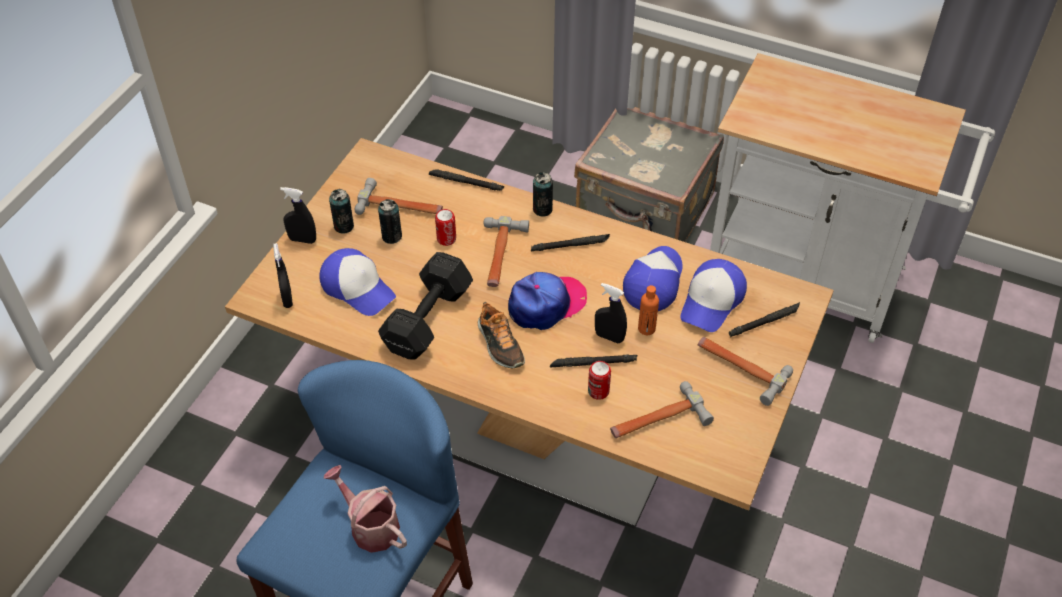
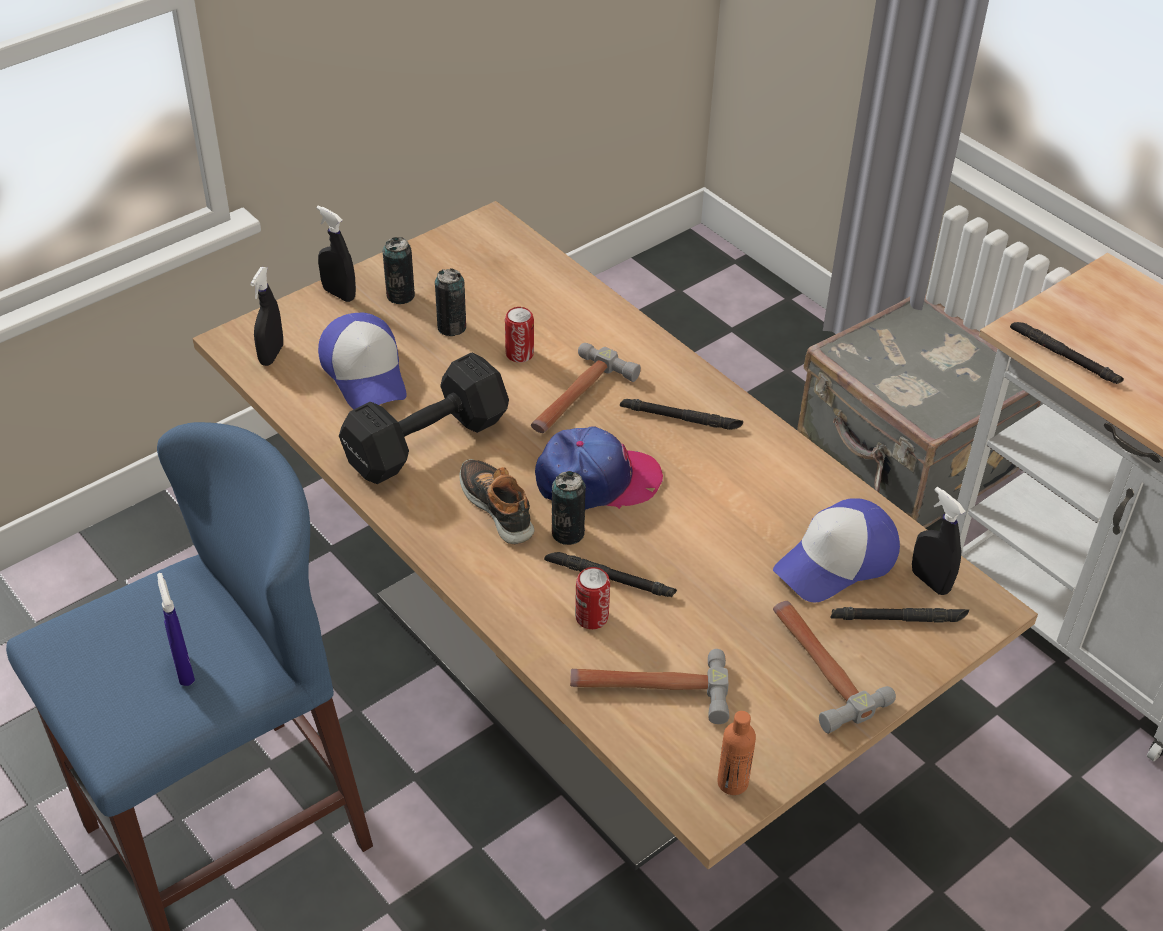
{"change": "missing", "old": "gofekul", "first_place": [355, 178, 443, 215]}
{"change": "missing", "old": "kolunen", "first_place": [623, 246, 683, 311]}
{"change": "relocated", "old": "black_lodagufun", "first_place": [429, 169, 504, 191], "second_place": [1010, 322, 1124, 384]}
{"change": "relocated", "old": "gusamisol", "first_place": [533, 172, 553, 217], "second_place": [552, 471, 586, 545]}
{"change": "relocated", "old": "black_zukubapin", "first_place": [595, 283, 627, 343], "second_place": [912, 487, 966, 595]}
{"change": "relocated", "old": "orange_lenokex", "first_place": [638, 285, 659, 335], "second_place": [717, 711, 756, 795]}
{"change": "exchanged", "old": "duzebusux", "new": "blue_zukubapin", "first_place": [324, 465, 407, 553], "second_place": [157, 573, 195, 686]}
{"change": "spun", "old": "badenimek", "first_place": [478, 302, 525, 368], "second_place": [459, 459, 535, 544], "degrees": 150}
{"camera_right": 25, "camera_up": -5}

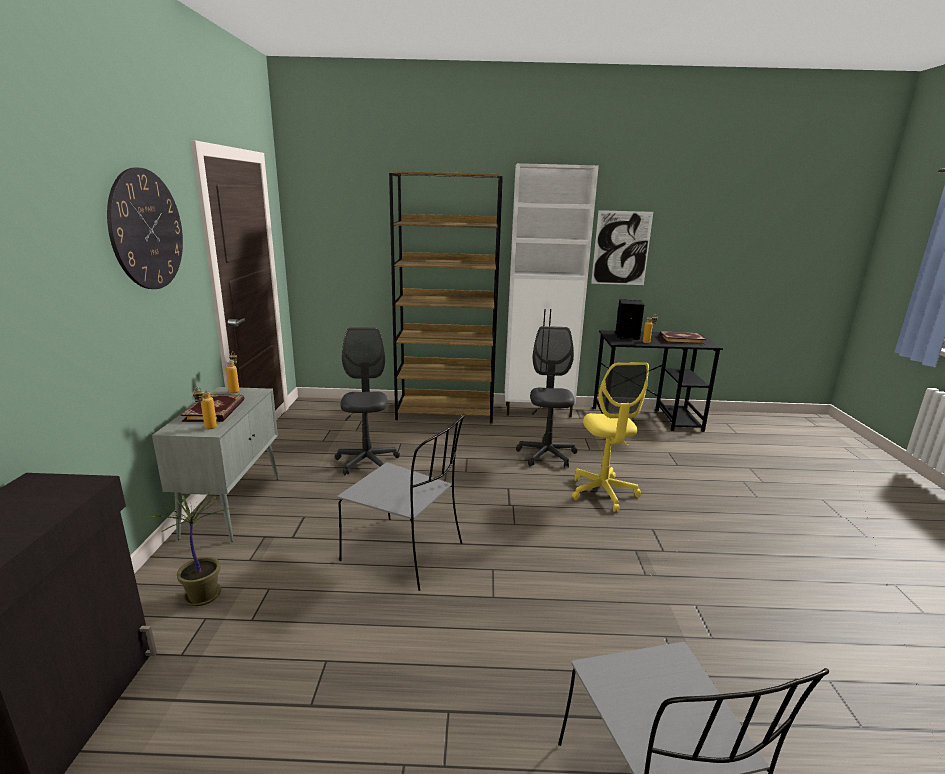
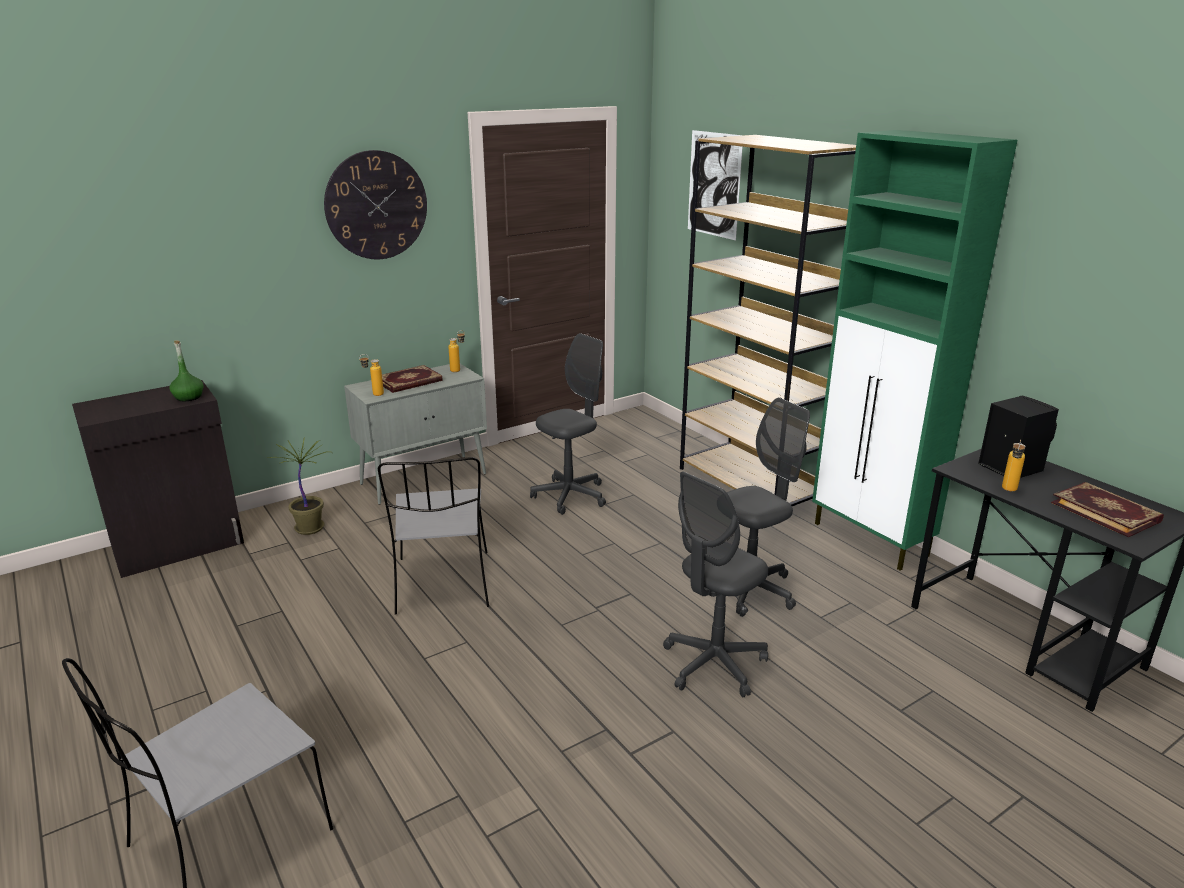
{"change": "appeared", "new": "green_lenokex", "second_place": [169, 341, 204, 401]}
{"change": "relocated", "old": "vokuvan", "first_place": [591, 210, 653, 285], "second_place": [688, 130, 743, 240]}
{"change": "colour", "old": "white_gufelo", "new": "green_gufelo", "first_place": [505, 163, 599, 418], "second_place": [812, 130, 1017, 570]}
{"change": "colour", "old": "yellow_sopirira", "new": "grey_sopirira", "first_place": [572, 362, 649, 512], "second_place": [663, 472, 768, 697]}
{"camera_right": 55, "camera_up": 5}

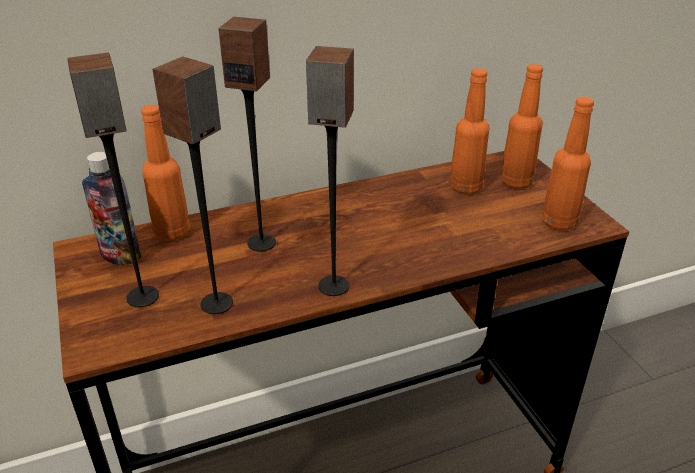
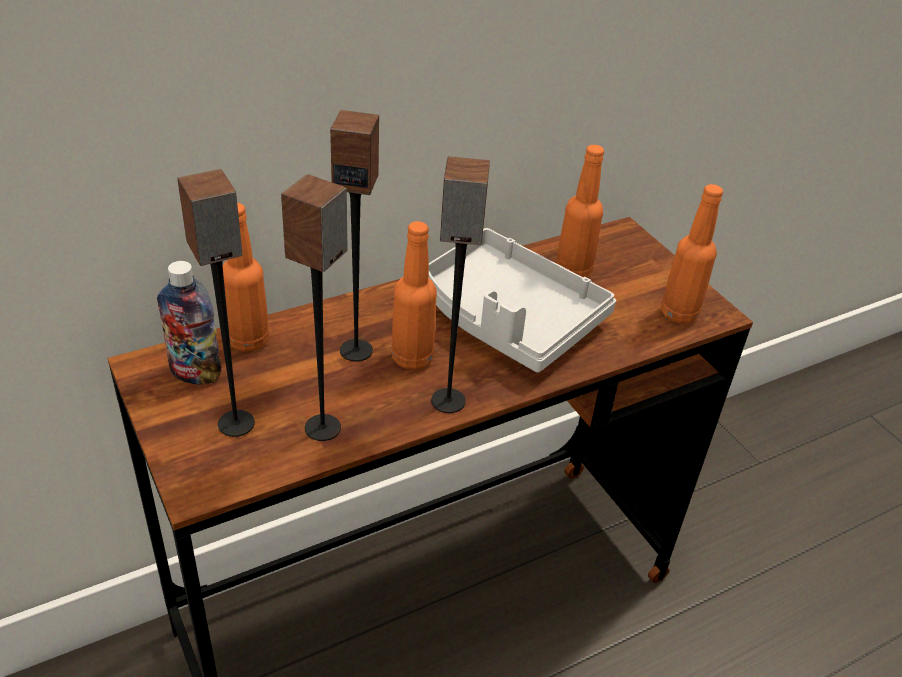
{"change": "appeared", "new": "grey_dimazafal", "second_place": [428, 228, 616, 372]}
{"change": "relocated", "old": "orange_lenokex", "first_place": [501, 64, 543, 189], "second_place": [392, 221, 437, 370]}
{"camera_right": -10, "camera_up": 5}

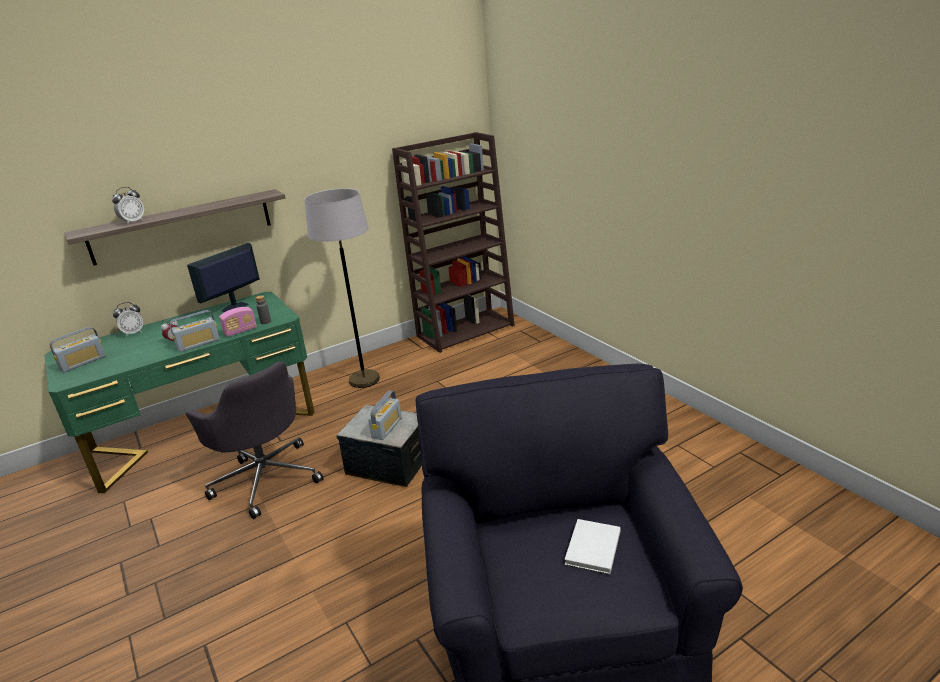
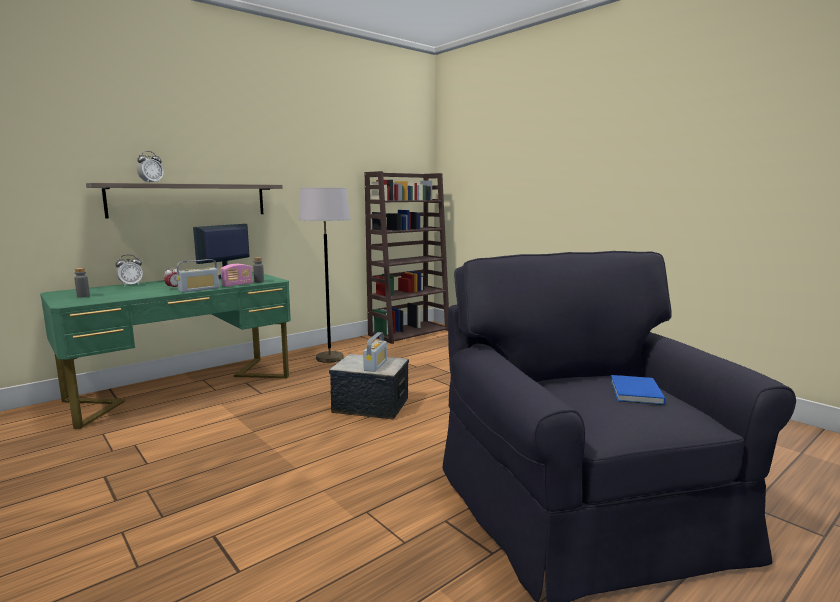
{"change": "missing", "old": "grey_sopirira", "first_place": [185, 362, 324, 519]}
{"change": "exchanged", "old": "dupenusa", "new": "grey_lenokex", "first_place": [49, 327, 106, 373], "second_place": [74, 268, 90, 298]}
{"change": "colour", "old": "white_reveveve", "new": "blue_reveveve", "first_place": [565, 519, 620, 574], "second_place": [610, 375, 665, 405]}
{"camera_right": -10, "camera_up": -15}

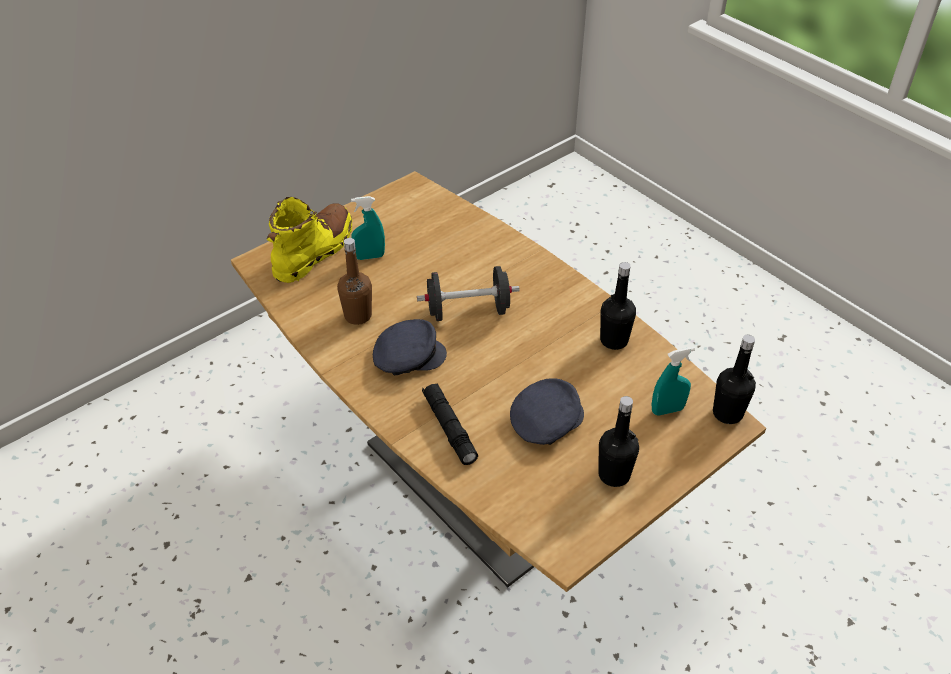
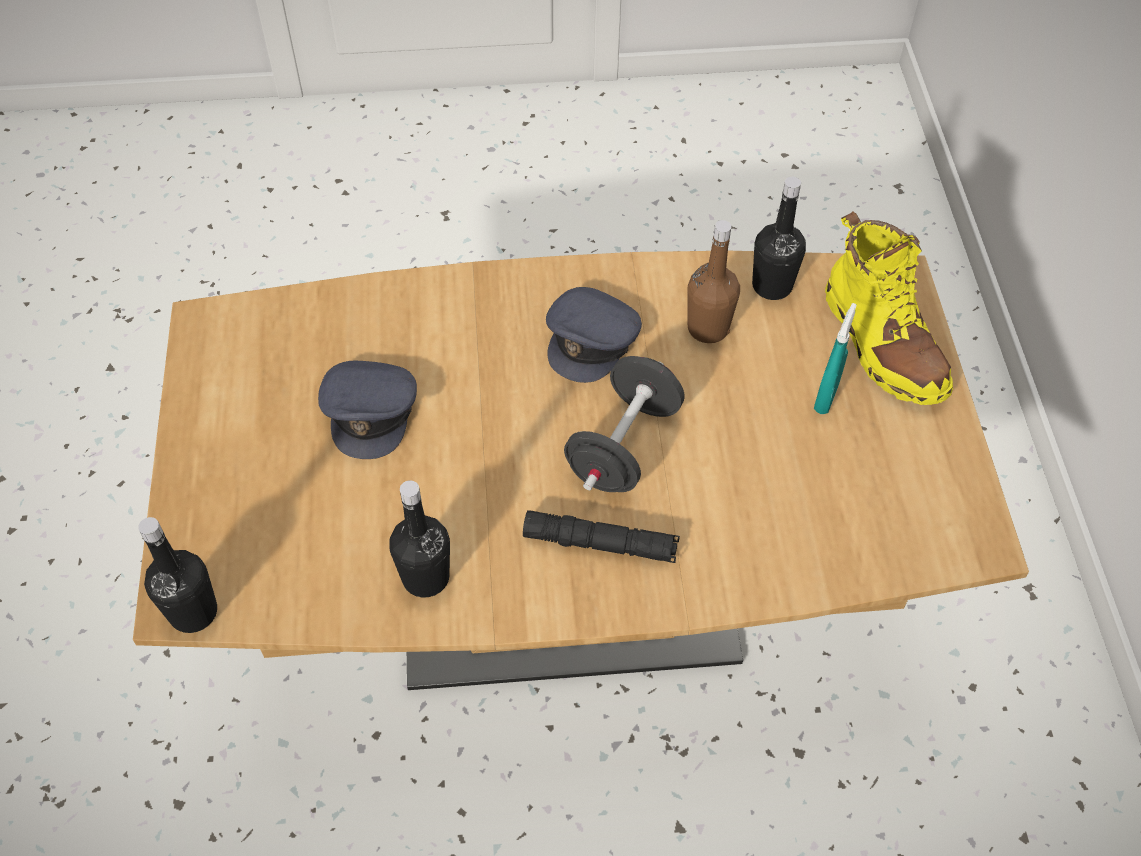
{"change": "missing", "old": "turquoise_zukubapin", "first_place": [651, 347, 695, 416]}
{"change": "relocated", "old": "black_lodagufun", "first_place": [422, 383, 478, 465], "second_place": [523, 510, 680, 563]}
{"change": "relocated", "old": "black_lenokex", "first_place": [598, 396, 639, 487], "second_place": [752, 177, 806, 300]}
{"camera_right": 125, "camera_up": 10}

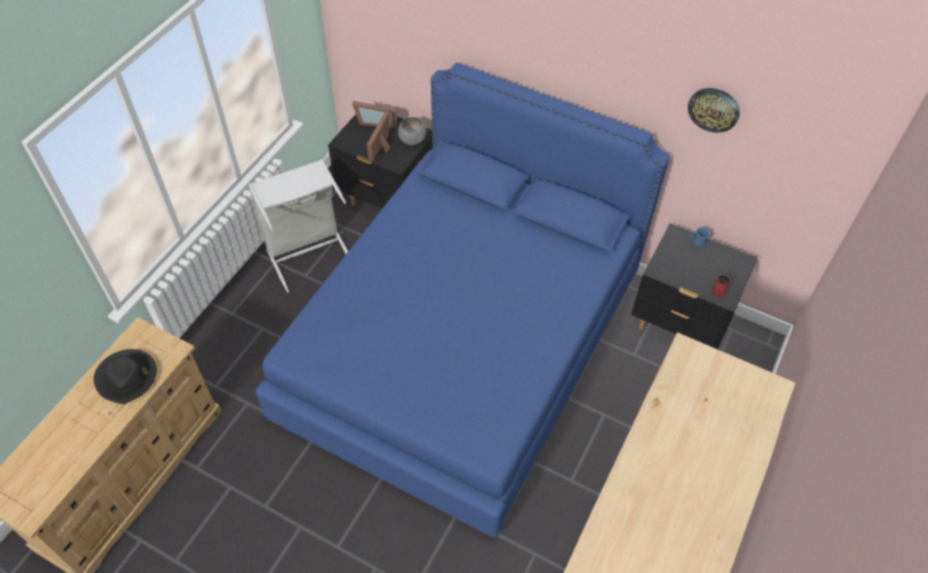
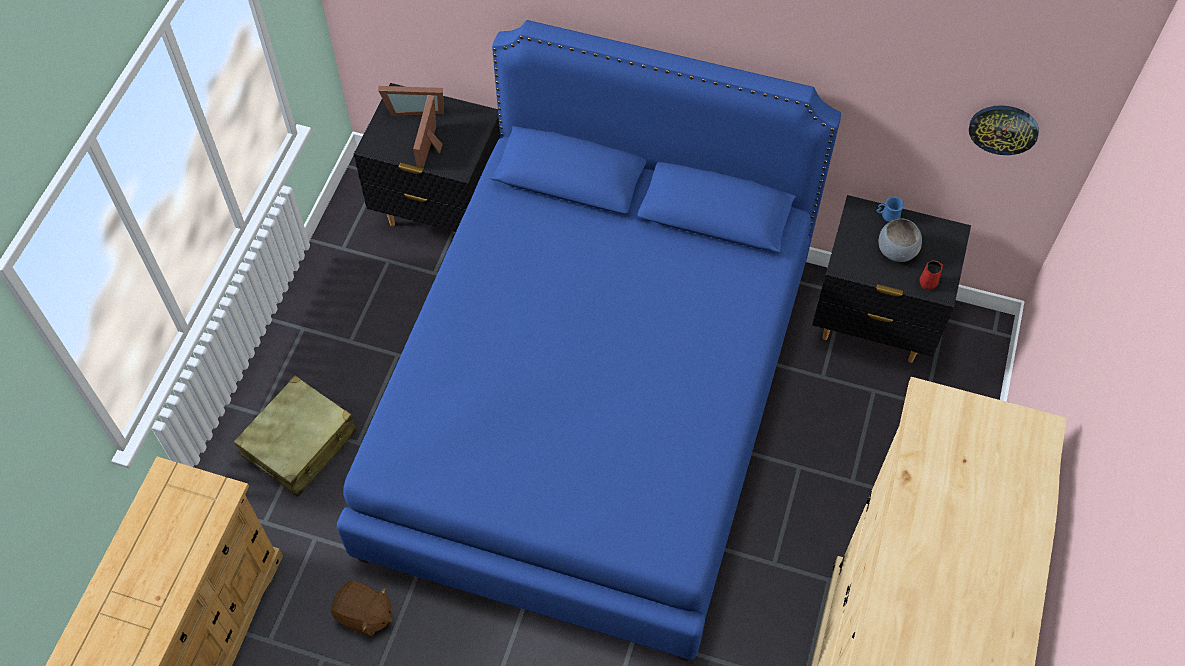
{"change": "missing", "old": "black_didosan", "first_place": [94, 349, 157, 404]}
{"change": "missing", "old": "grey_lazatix", "first_place": [249, 159, 348, 293]}
{"change": "appeared", "new": "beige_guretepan", "second_place": [234, 375, 357, 497]}
{"change": "appeared", "new": "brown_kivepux", "second_place": [331, 581, 392, 637]}
{"change": "relocated", "old": "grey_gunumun", "first_place": [398, 117, 426, 145], "second_place": [879, 218, 922, 262]}
{"change": "relocated", "old": "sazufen", "first_place": [688, 88, 740, 133], "second_place": [969, 105, 1039, 155]}
{"camera_right": -10, "camera_up": 5}

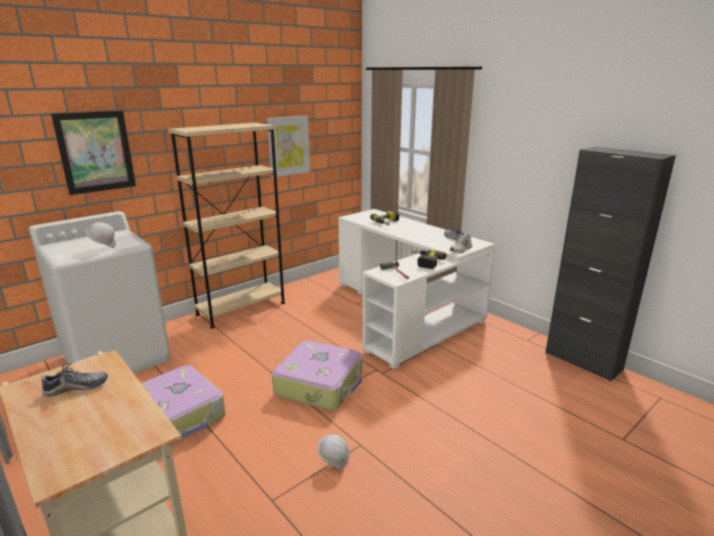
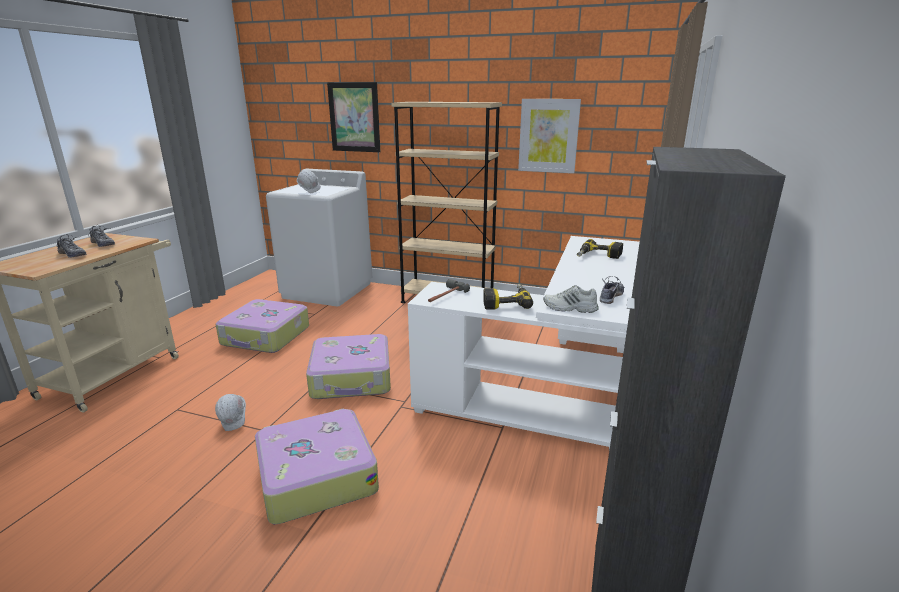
{"change": "appeared", "new": "badenimek", "second_place": [57, 234, 87, 258]}
{"change": "appeared", "new": "guretepan", "second_place": [255, 408, 379, 524]}
{"camera_right": 60, "camera_up": 0}

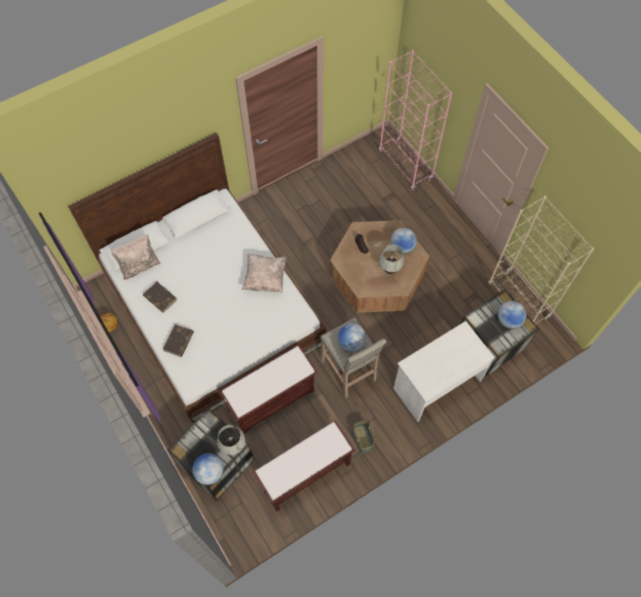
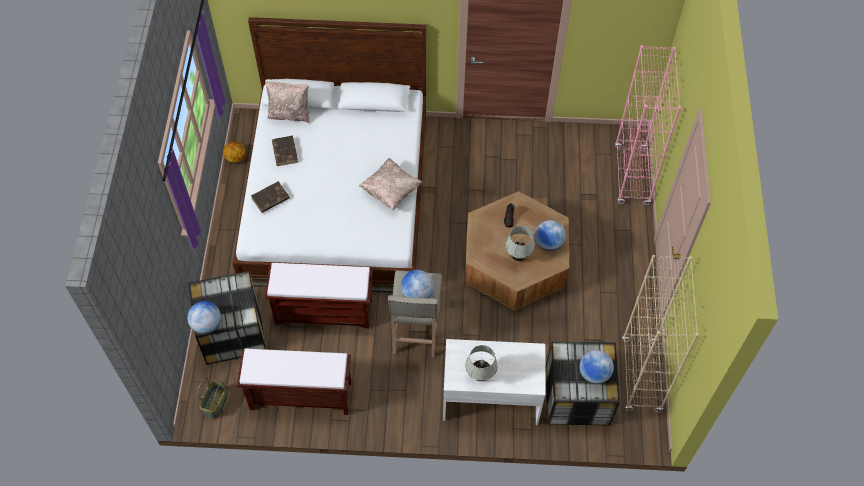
{"change": "relocated", "old": "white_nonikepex", "first_place": [217, 425, 246, 455], "second_place": [465, 345, 498, 381]}
{"change": "relocated", "old": "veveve", "first_place": [353, 420, 375, 453], "second_place": [198, 377, 228, 419]}
{"camera_right": 35, "camera_up": -5}

